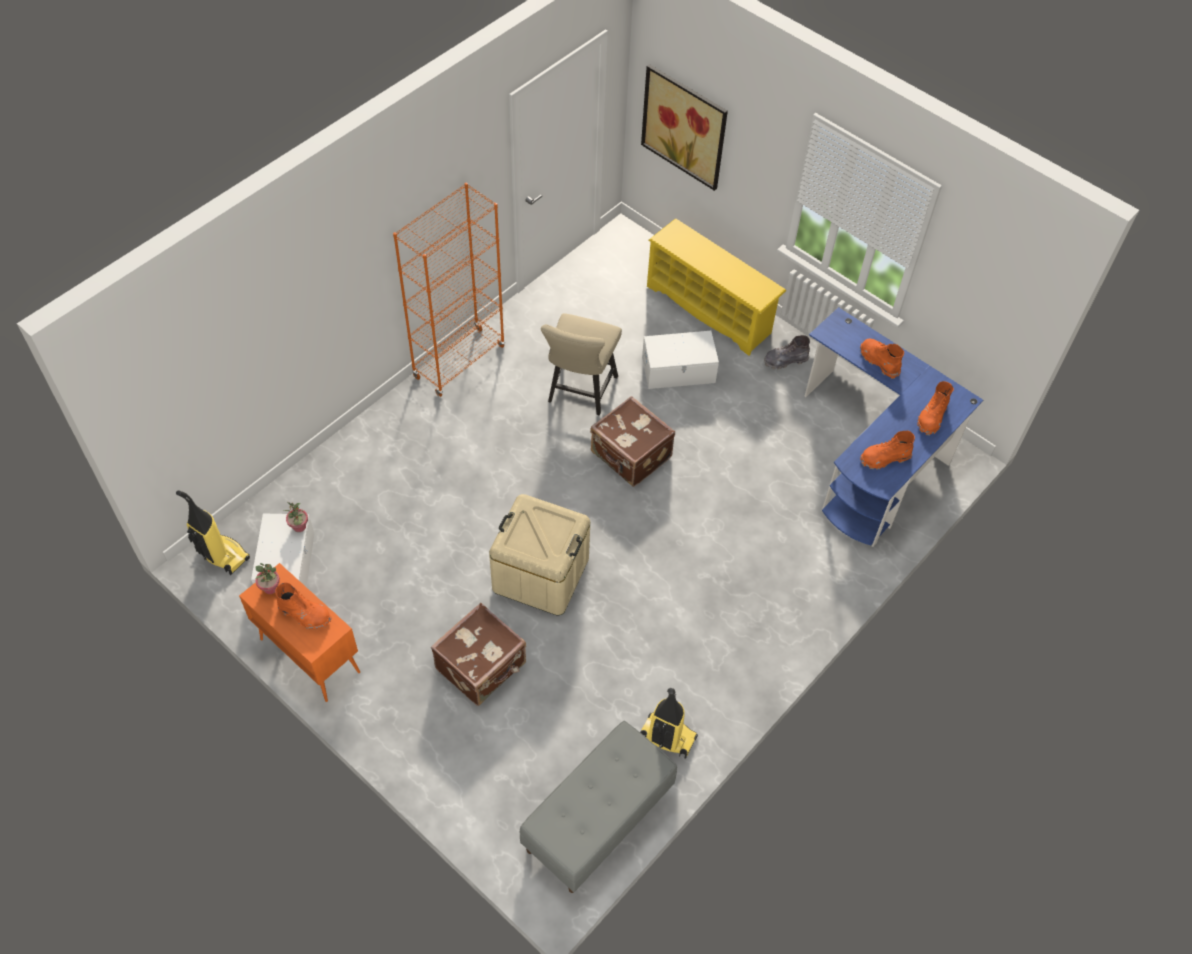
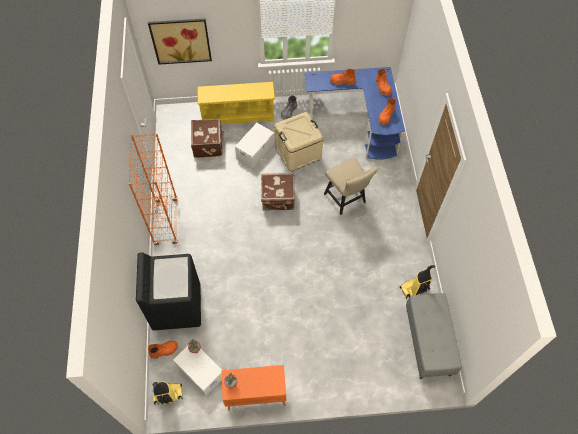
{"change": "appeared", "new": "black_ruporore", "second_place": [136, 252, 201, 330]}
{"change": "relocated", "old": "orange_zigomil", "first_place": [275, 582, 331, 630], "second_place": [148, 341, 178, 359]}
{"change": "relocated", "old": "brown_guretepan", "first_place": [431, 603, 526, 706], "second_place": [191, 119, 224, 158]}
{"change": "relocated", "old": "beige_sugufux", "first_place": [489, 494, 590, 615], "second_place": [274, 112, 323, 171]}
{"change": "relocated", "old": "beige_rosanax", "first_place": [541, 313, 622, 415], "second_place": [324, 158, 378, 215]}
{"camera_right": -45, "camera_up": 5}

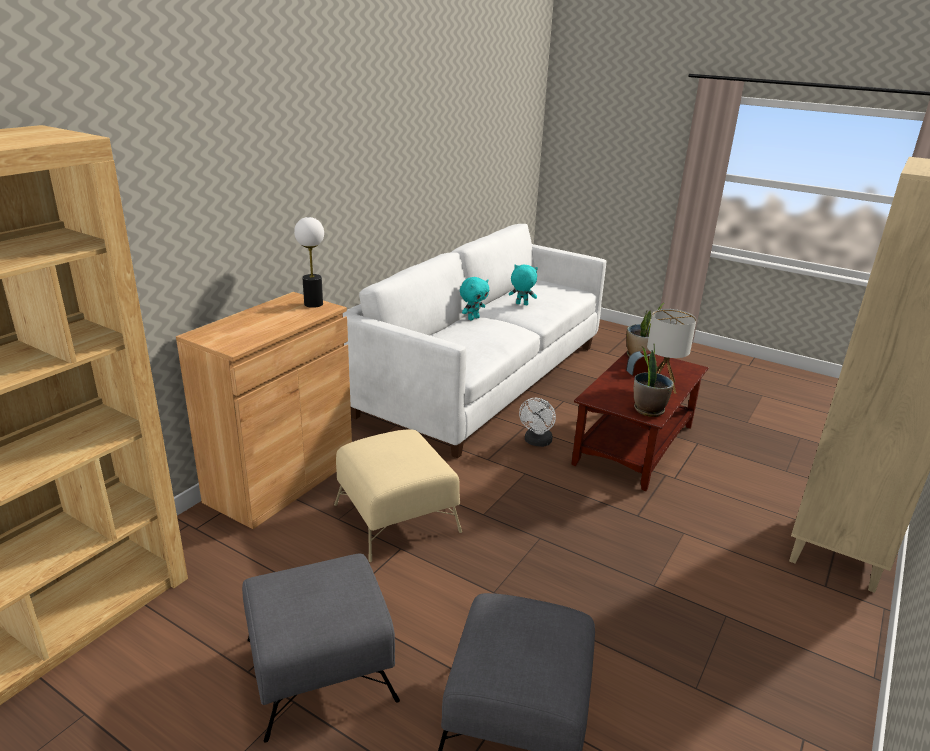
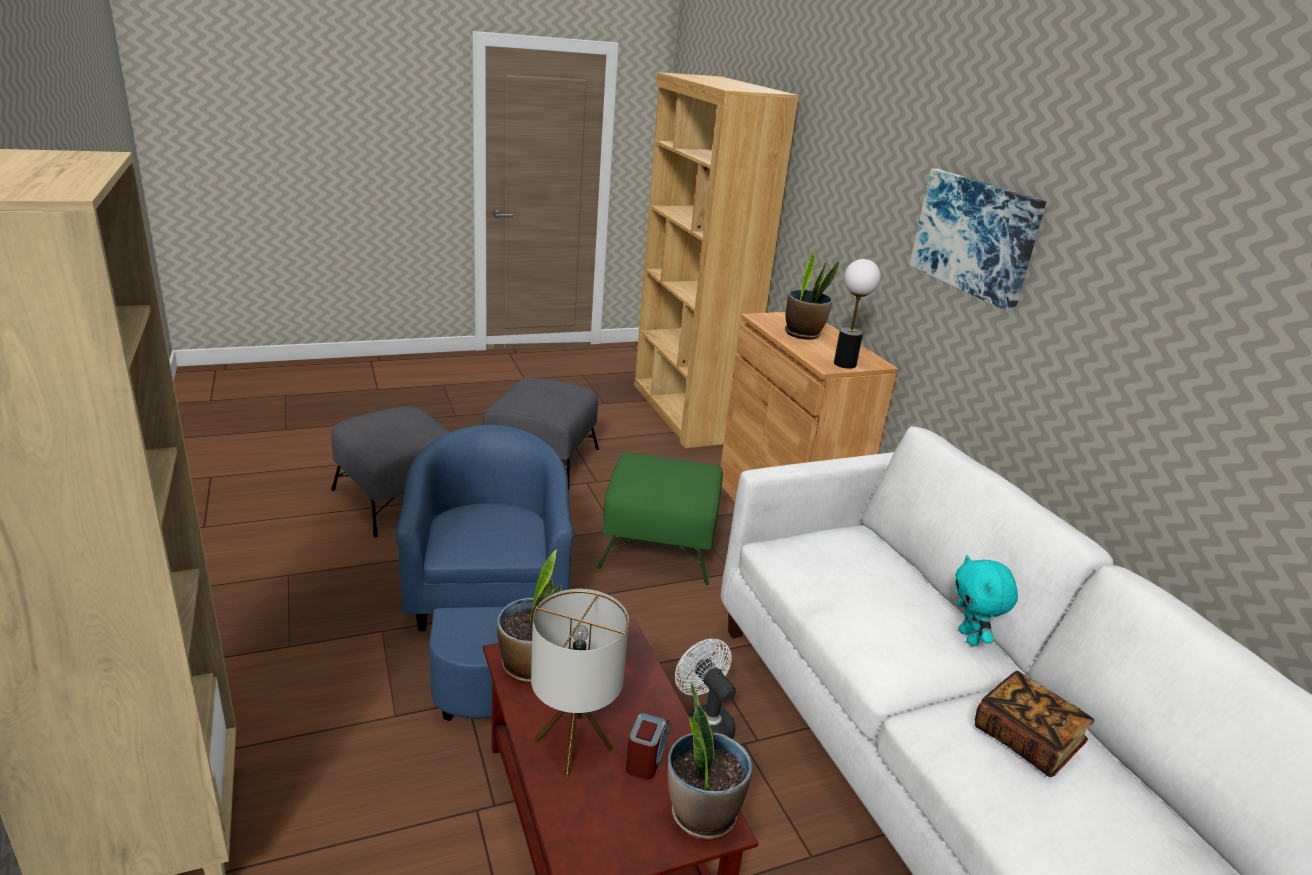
{"change": "appeared", "new": "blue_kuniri", "second_place": [396, 425, 574, 721]}
{"change": "appeared", "new": "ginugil", "second_place": [785, 248, 840, 340]}
{"change": "appeared", "new": "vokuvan", "second_place": [909, 169, 1046, 311]}
{"change": "exchanged", "old": "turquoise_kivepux", "new": "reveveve", "first_place": [509, 264, 538, 305], "second_place": [975, 671, 1094, 777]}
{"change": "colour", "old": "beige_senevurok", "new": "green_senevurok", "first_place": [334, 429, 462, 562], "second_place": [597, 453, 723, 585]}
{"camera_right": 125, "camera_up": 0}

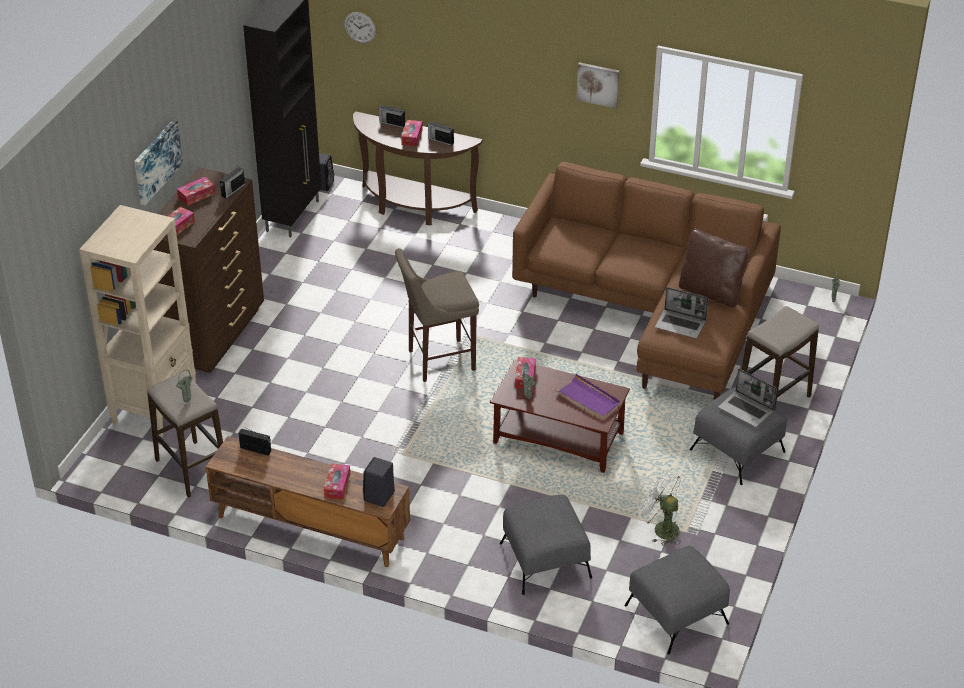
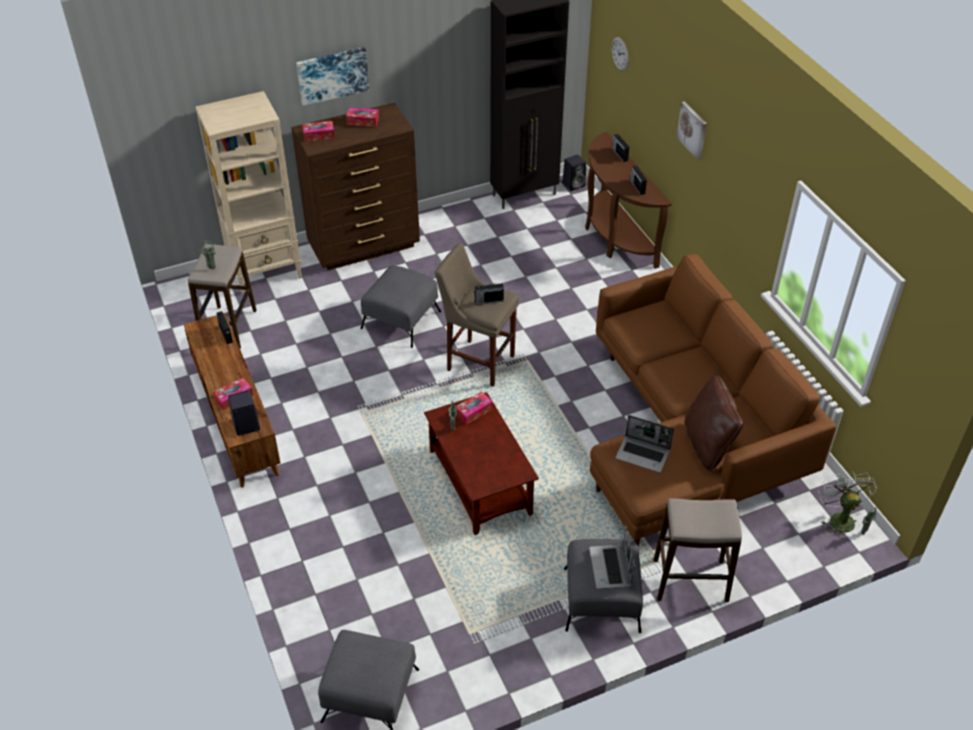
{"change": "missing", "old": "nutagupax", "first_place": [401, 120, 423, 146]}
{"change": "missing", "old": "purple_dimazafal", "first_place": [555, 374, 621, 419]}
{"change": "relocated", "old": "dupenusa", "first_place": [220, 167, 245, 198], "second_place": [474, 282, 504, 305]}
{"change": "relocated", "old": "grey_senevurok", "first_place": [500, 495, 592, 595], "second_place": [361, 265, 441, 348]}
{"change": "relocated", "old": "vokuvan", "first_place": [577, 62, 619, 108], "second_place": [676, 101, 707, 160]}
{"change": "relocated", "old": "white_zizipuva", "first_place": [638, 471, 681, 546], "second_place": [818, 471, 877, 539]}
{"change": "spun", "old": "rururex", "first_place": [655, 287, 708, 339], "second_place": [616, 415, 674, 473], "degrees": -45}
{"camera_right": 45, "camera_up": 5}

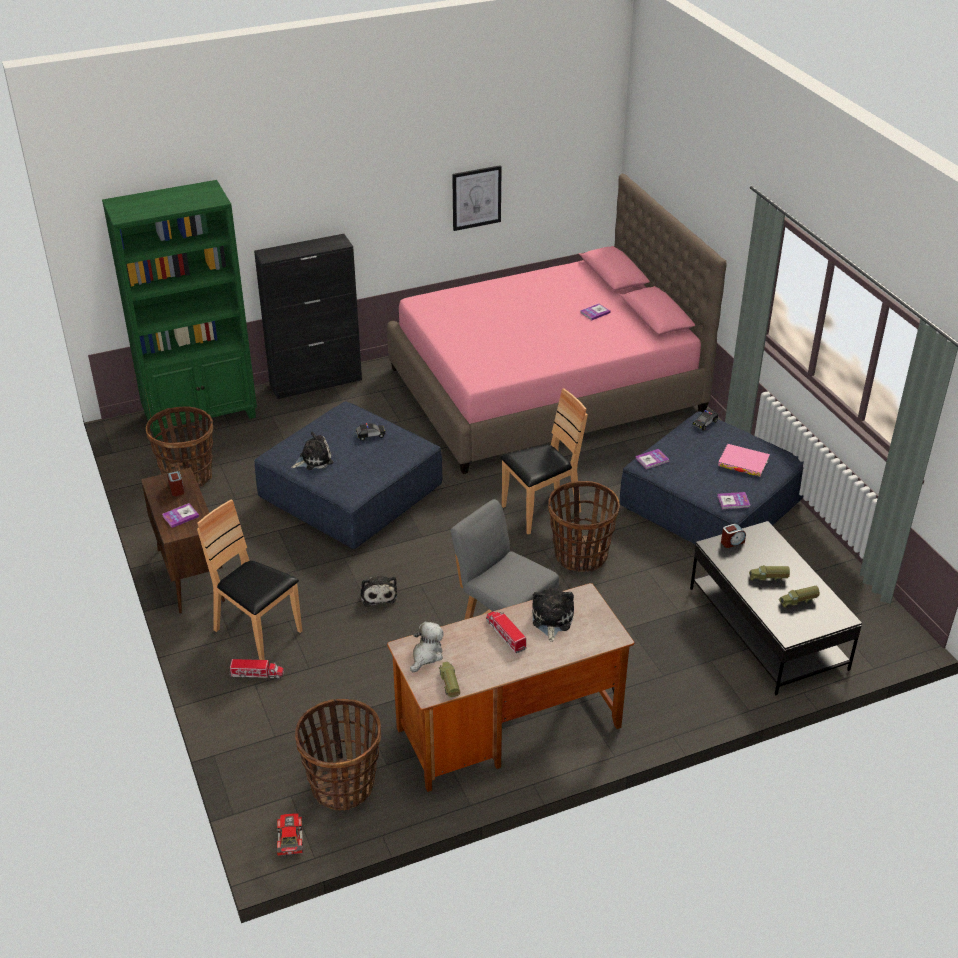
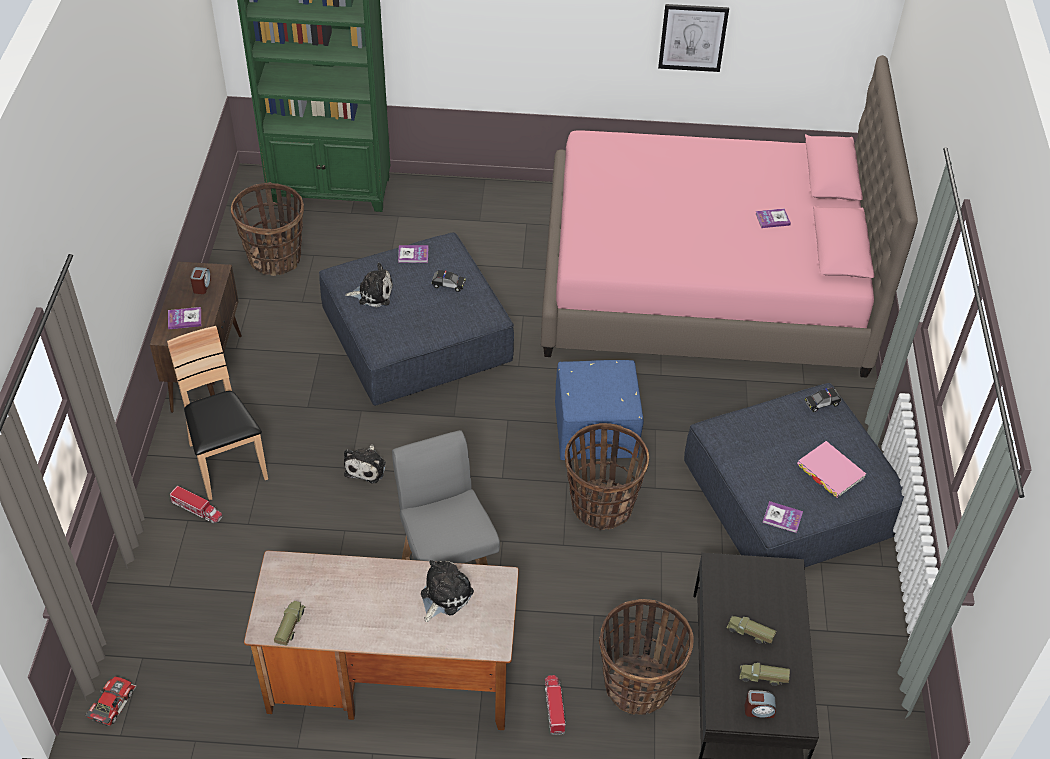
{"change": "missing", "old": "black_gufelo", "first_place": [254, 234, 362, 399]}
{"change": "missing", "old": "kivepux", "first_place": [410, 622, 444, 672]}
{"change": "relocated", "old": "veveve", "first_place": [295, 699, 381, 811], "second_place": [599, 599, 694, 715]}
{"change": "relocated", "old": "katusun", "first_place": [486, 612, 527, 653], "second_place": [545, 675, 565, 735]}
{"change": "relocated", "old": "reveveve", "first_place": [635, 449, 669, 469], "second_place": [398, 245, 428, 263]}
{"change": "relocated", "old": "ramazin", "first_place": [721, 524, 746, 548], "second_place": [745, 690, 776, 718]}
{"change": "exchanged", "old": "brown_rosanax", "new": "blue_senevurok", "first_place": [500, 388, 588, 535], "second_place": [555, 360, 644, 460]}
{"camera_right": 25, "camera_up": 10}

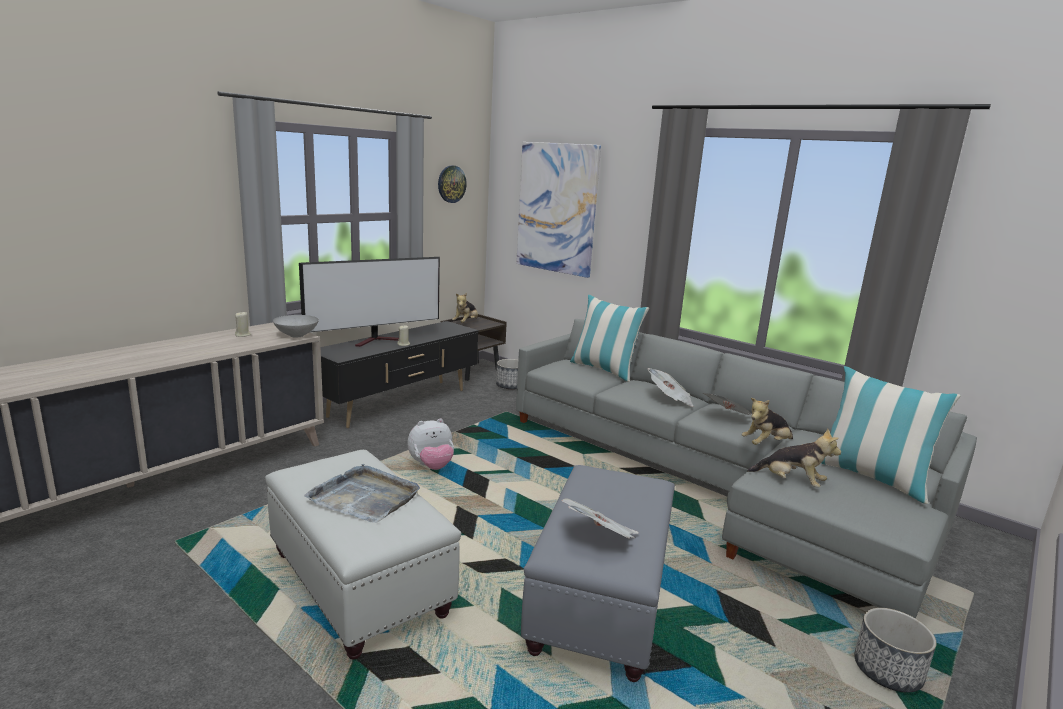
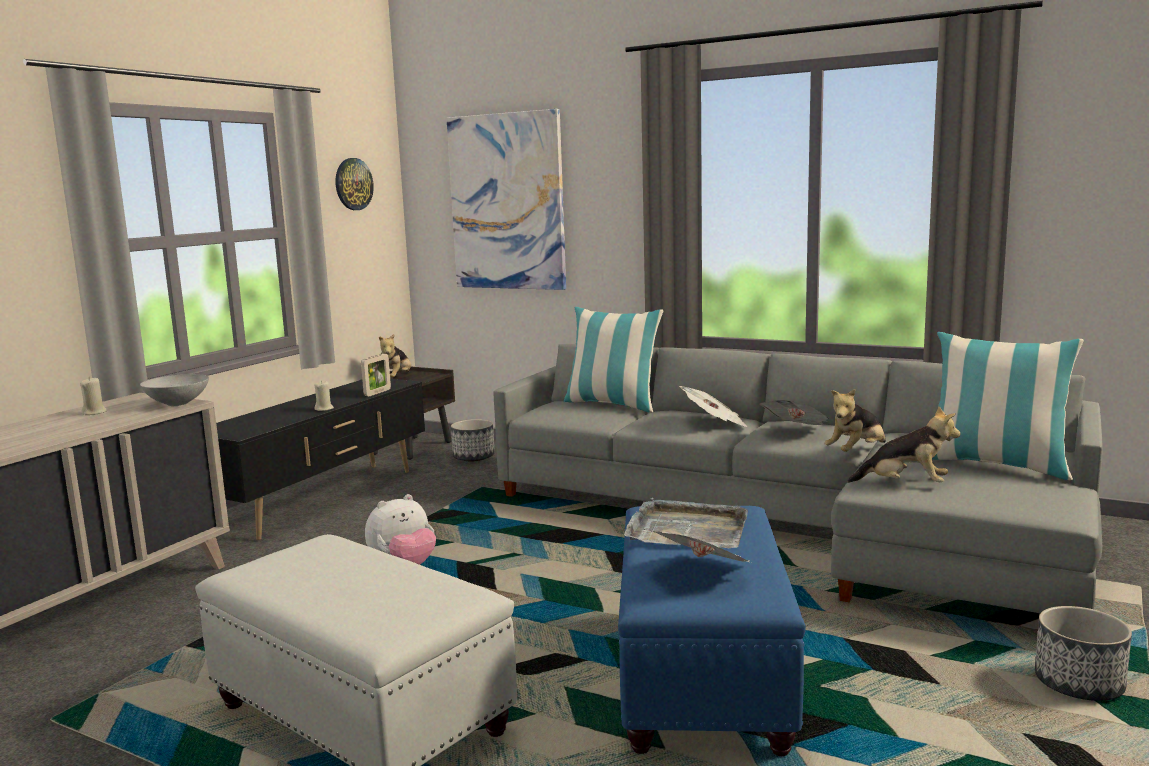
{"change": "missing", "old": "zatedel", "first_place": [299, 257, 440, 347]}
{"change": "appeared", "new": "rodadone", "second_place": [361, 354, 391, 397]}
{"change": "relocated", "old": "grey_dimazafal", "first_place": [304, 464, 420, 523], "second_place": [624, 498, 748, 548]}
{"change": "colour", "old": "grey_senevurok", "new": "blue_senevurok", "first_place": [521, 465, 675, 682], "second_place": [618, 506, 806, 756]}
{"camera_right": -10, "camera_up": -5}

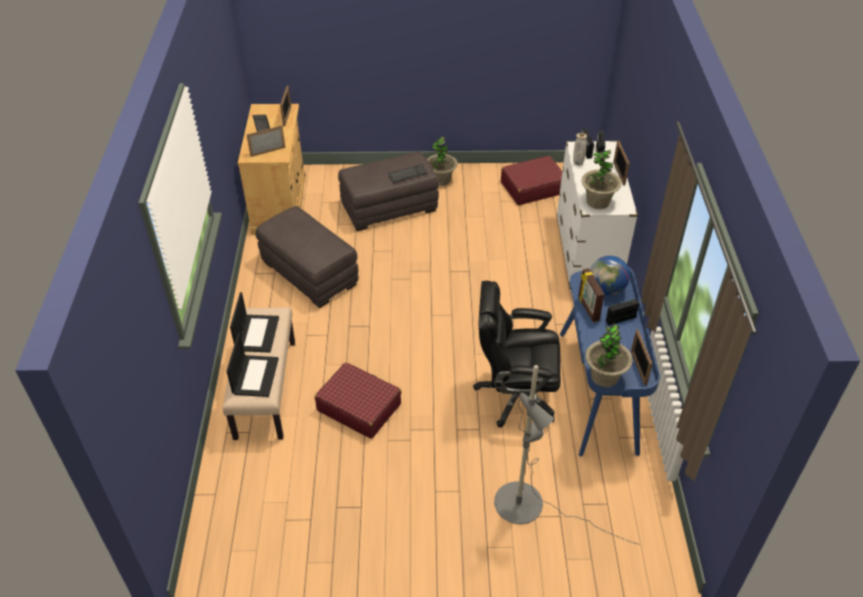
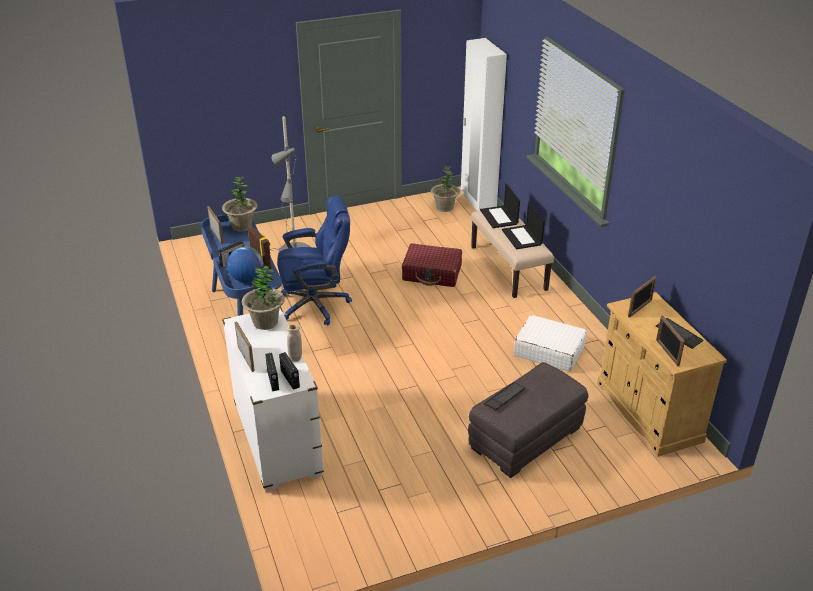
{"change": "missing", "old": "red_guretepan", "first_place": [501, 156, 562, 205]}
{"change": "appeared", "new": "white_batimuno", "second_place": [461, 38, 507, 211]}
{"change": "relocated", "old": "ginugil", "first_place": [427, 136, 458, 186], "second_place": [431, 166, 460, 212]}
{"change": "exchanged", "old": "grey_senevurok", "new": "white_guretepan", "first_place": [255, 206, 358, 308], "second_place": [514, 315, 587, 372]}
{"change": "colour", "old": "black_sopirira", "new": "blue_sopirira", "first_place": [473, 281, 561, 428], "second_place": [277, 195, 352, 325]}
{"camera_right": 160, "camera_up": -10}

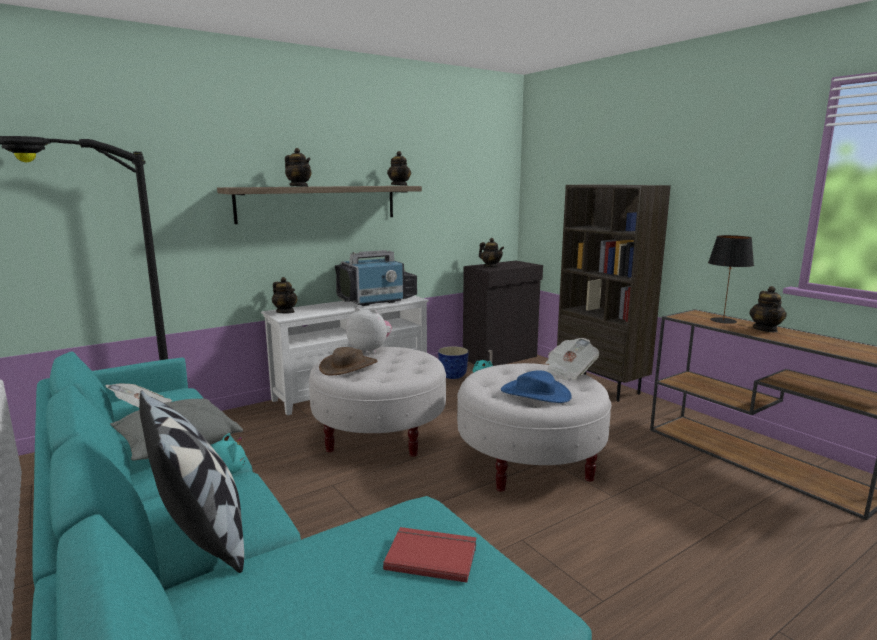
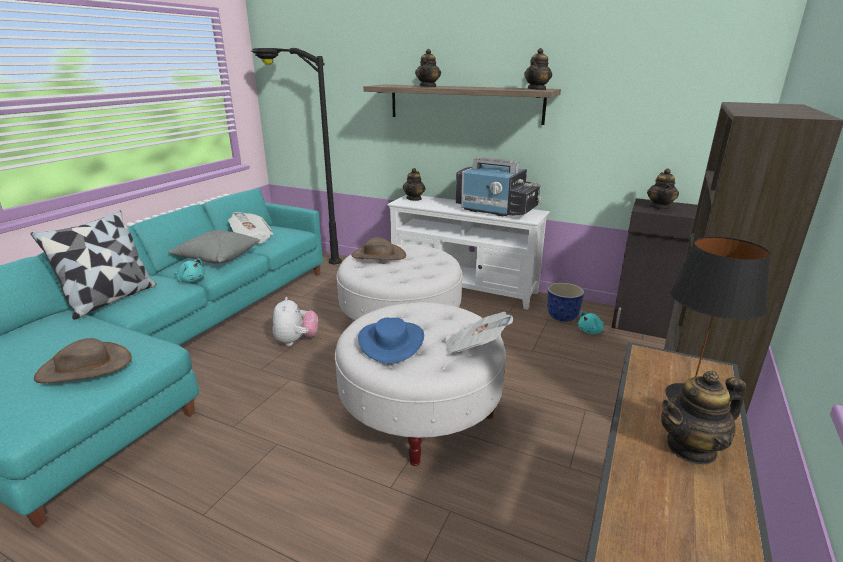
{"change": "relocated", "old": "kivepux", "first_place": [346, 307, 392, 354], "second_place": [273, 297, 318, 346]}
{"change": "exchanged", "old": "red_reveveve", "new": "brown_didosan", "first_place": [383, 527, 477, 583], "second_place": [34, 338, 132, 383]}
{"camera_right": 60, "camera_up": 10}

